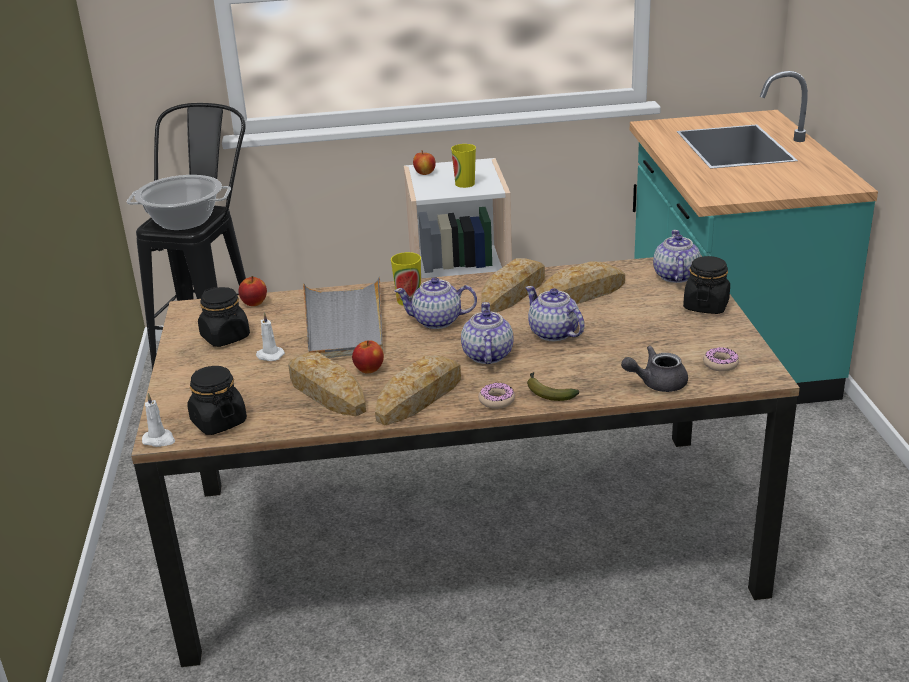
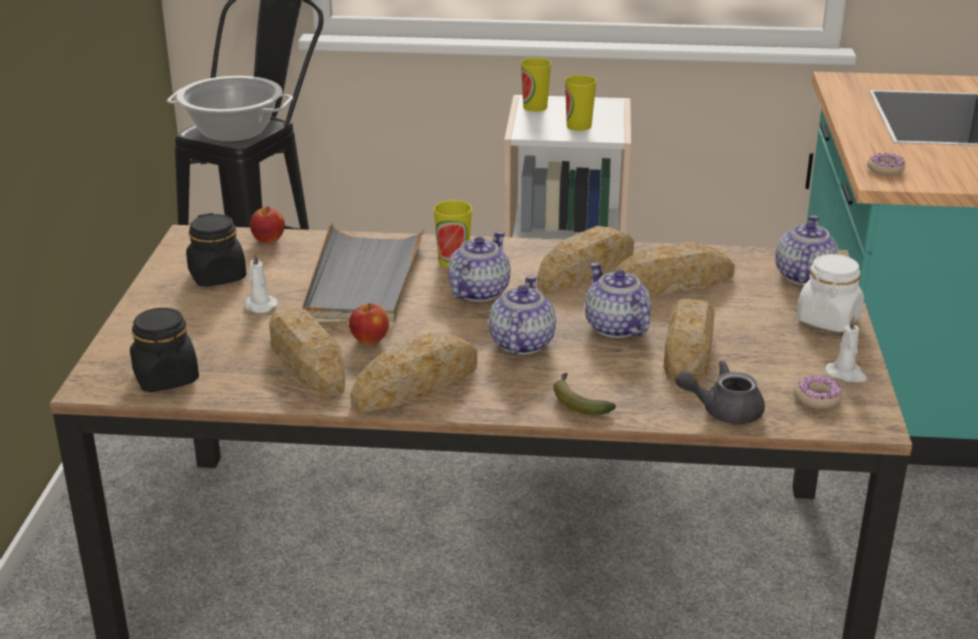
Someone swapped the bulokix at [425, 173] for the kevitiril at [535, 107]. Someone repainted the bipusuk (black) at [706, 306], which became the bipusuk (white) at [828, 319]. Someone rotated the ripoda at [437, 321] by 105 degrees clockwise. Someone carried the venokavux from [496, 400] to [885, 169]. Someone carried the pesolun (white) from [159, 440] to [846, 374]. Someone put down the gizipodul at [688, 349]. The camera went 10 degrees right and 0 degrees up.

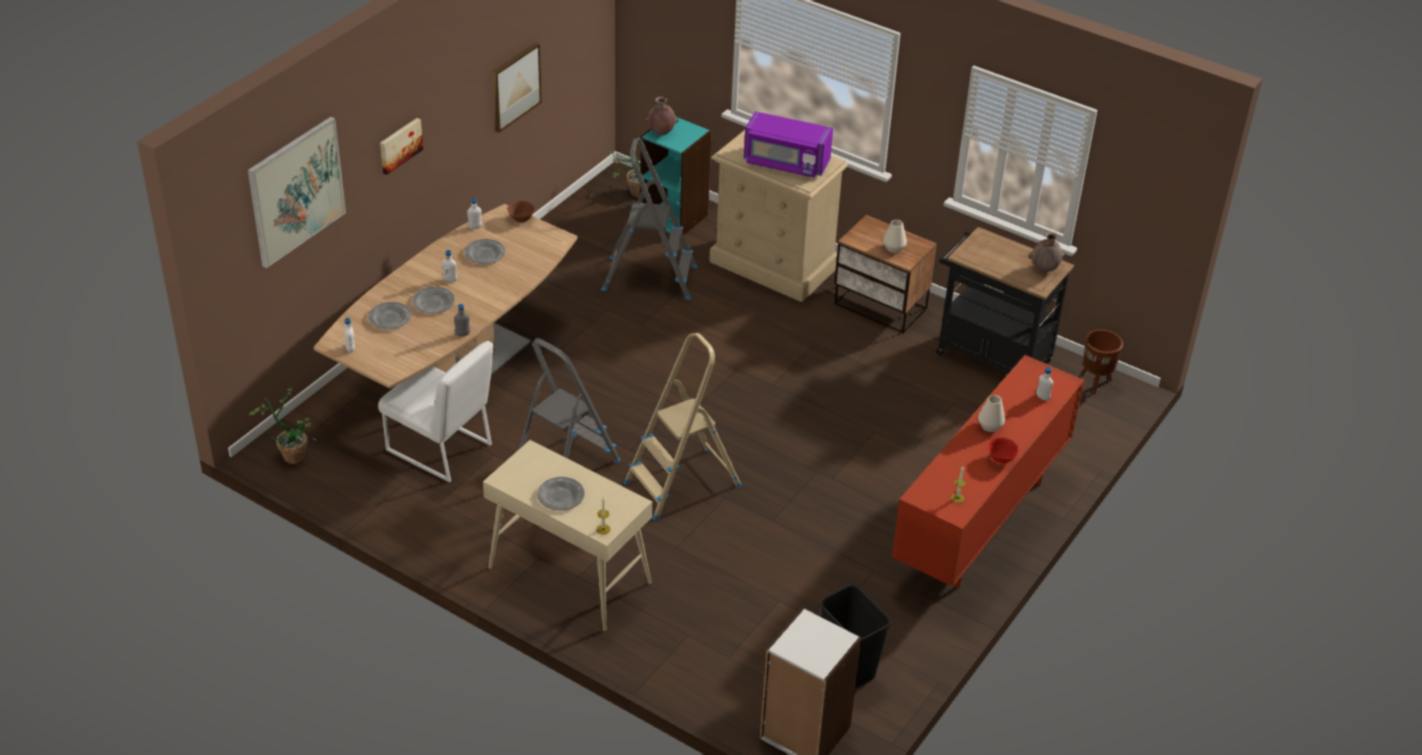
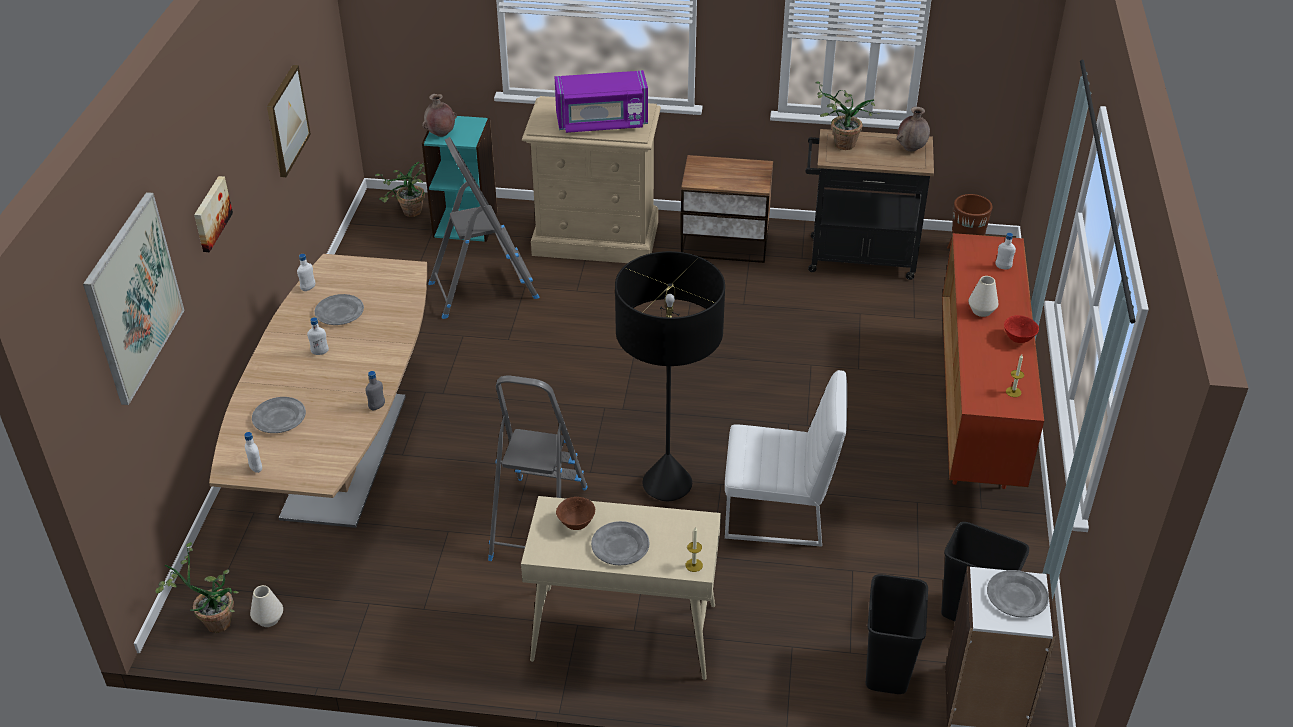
Someone carried the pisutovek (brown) from [521, 219] to [576, 524]. Someone carried the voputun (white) from [894, 248] to [268, 619]. Someone carried the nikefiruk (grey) from [433, 302] to [1016, 596]. Someone swapped the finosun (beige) at [681, 484] for the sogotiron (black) at [667, 487]. Someone carried the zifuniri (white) from [441, 449] to [778, 514]. Someone put down the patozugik at [838, 144]. Someone put down the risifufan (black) at [886, 669]. The camera went 25 degrees left and 0 degrees up.

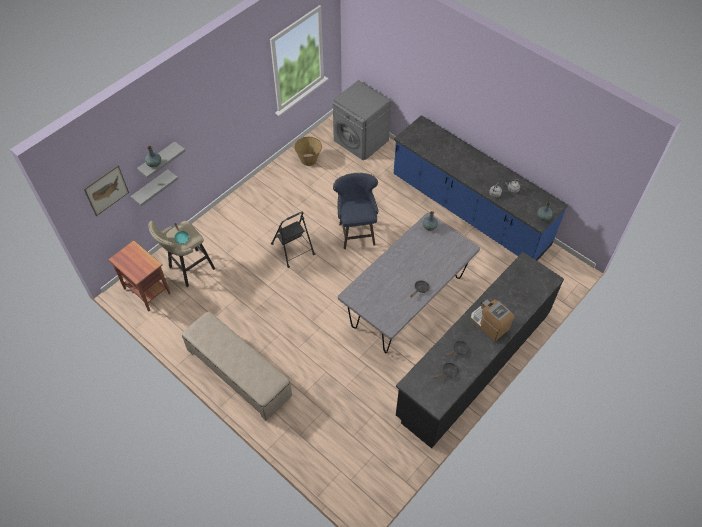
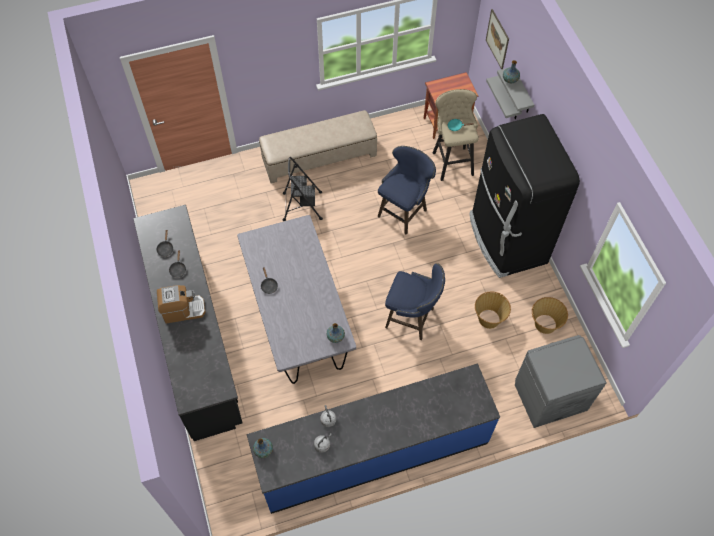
Someone carried the finosun (black) from [293, 249] to [301, 205]. Someone put down the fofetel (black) at [506, 239]. Someone put down the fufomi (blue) at [403, 212]. Someone put down the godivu at [489, 318]. The camera went 120 degrees right and 5 degrees up.

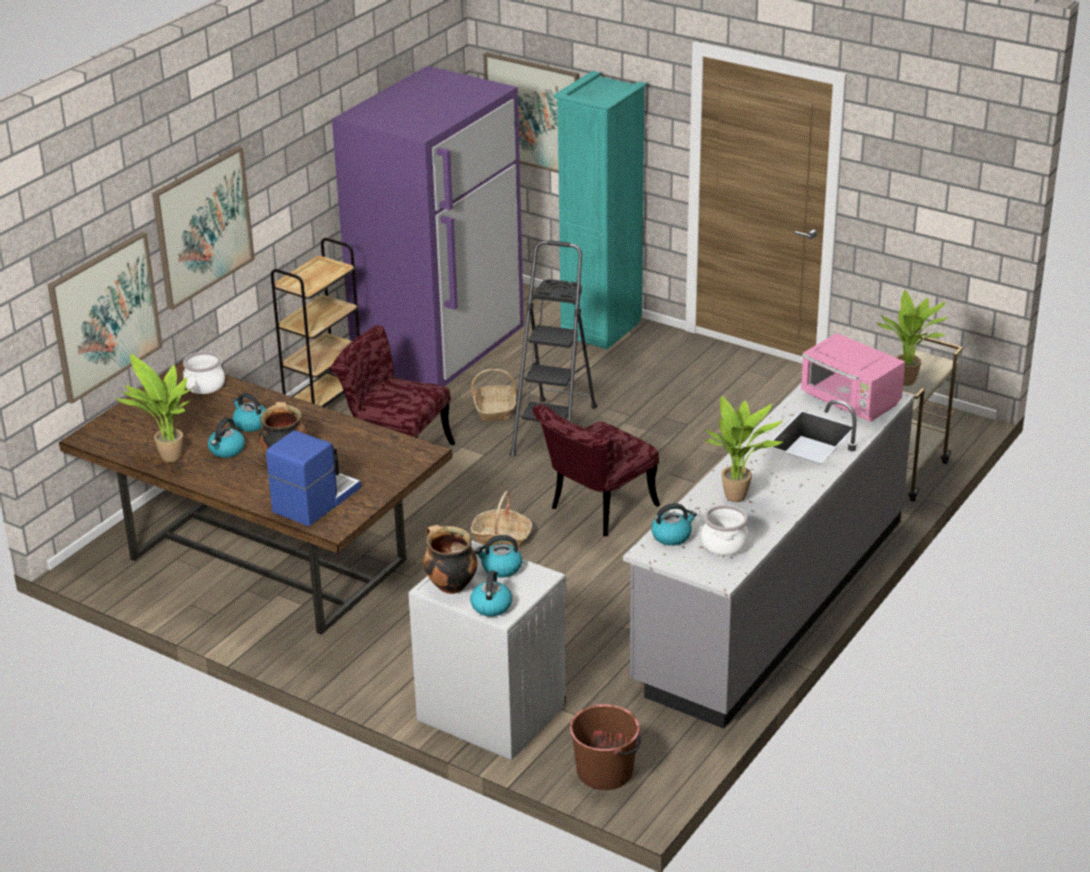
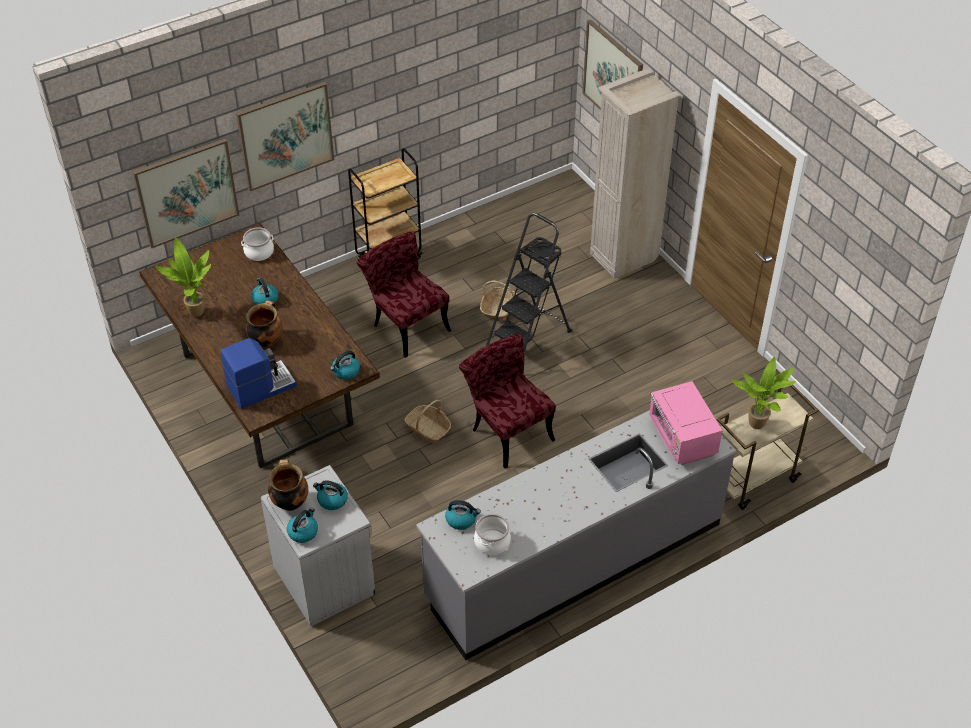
Someone took away the fofetel (purple) at [440, 344]. Someone repainted the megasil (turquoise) at [601, 329], which became the megasil (beige) at [623, 257]. Someone took away the patozugik at [739, 498]. Someone rotated the zifuniri (red) at [596, 511] by 75 degrees clockwise. Someone carried the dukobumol from [227, 450] to [345, 372]. Someone took away the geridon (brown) at [605, 771]. The camera went 25 degrees right and 15 degrees up.

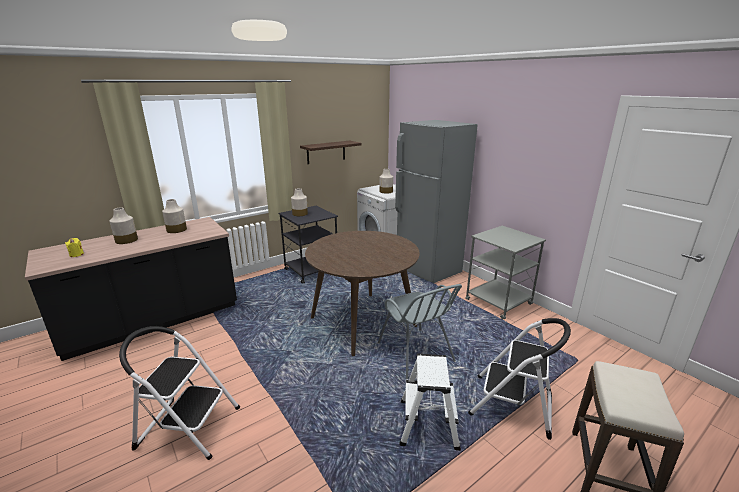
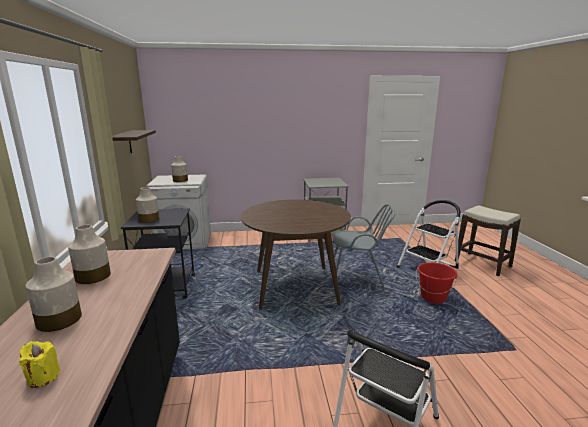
Someone took away the fofetel (grey) at [428, 268]. Someone swapped the finosun (white) at [428, 424] for the geridon (red) at [433, 298]. The camera went 60 degrees left and 5 degrees down.

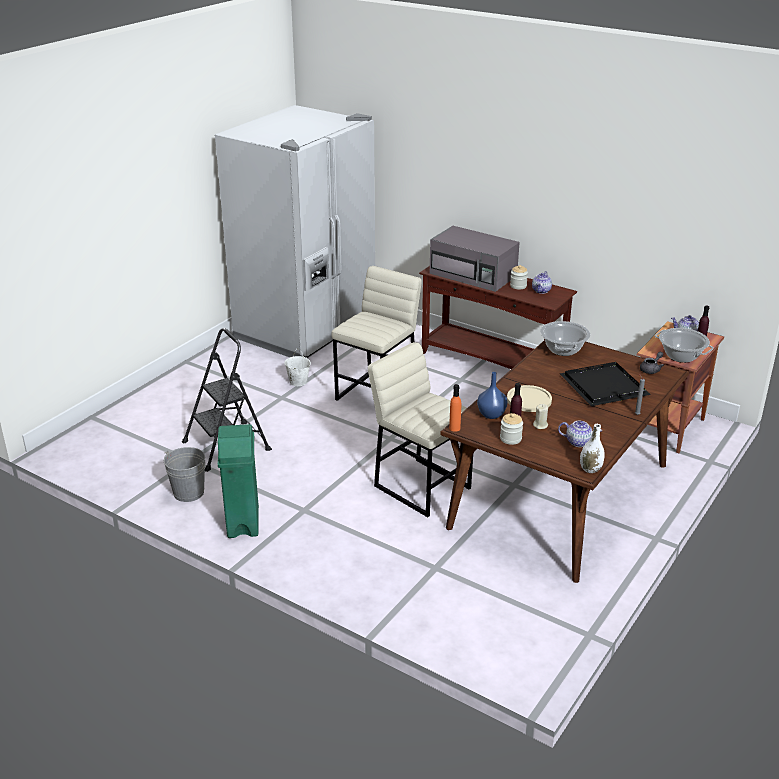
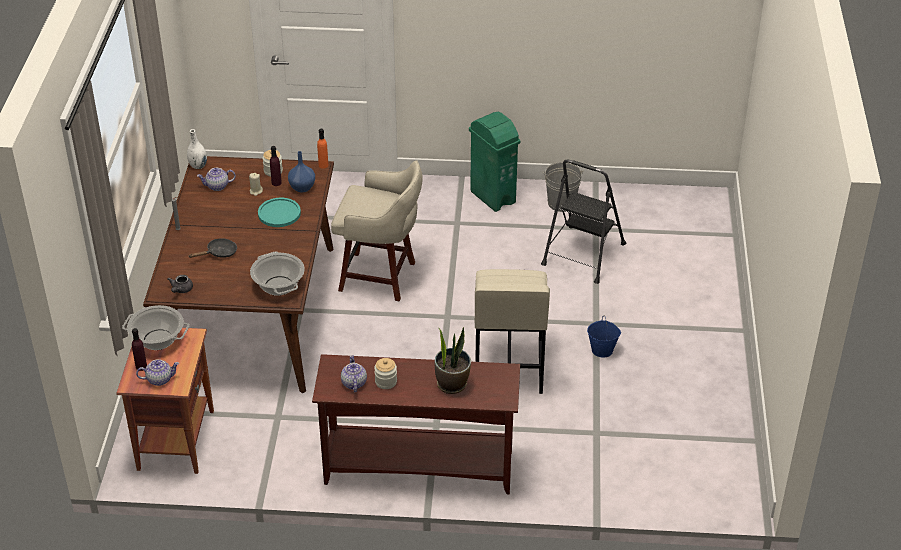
Someone took away the fofetel (white) at [306, 327]. Someone swapped the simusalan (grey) at [474, 274] for the patozugik at [452, 384]. Someone swapped the zifuniri (beige) at [420, 486] for the fufomi (beige) at [381, 278]. Someone repainted the geridon (white) at [298, 381], which became the geridon (blue) at [602, 350]. Someone swapped the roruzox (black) at [604, 385] for the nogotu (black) at [219, 253]. Someone repainted the nikefiruk (beige) at [529, 400], which became the nikefiruk (turquoise) at [279, 213]. The camera went 150 degrees right and 10 degrees up.

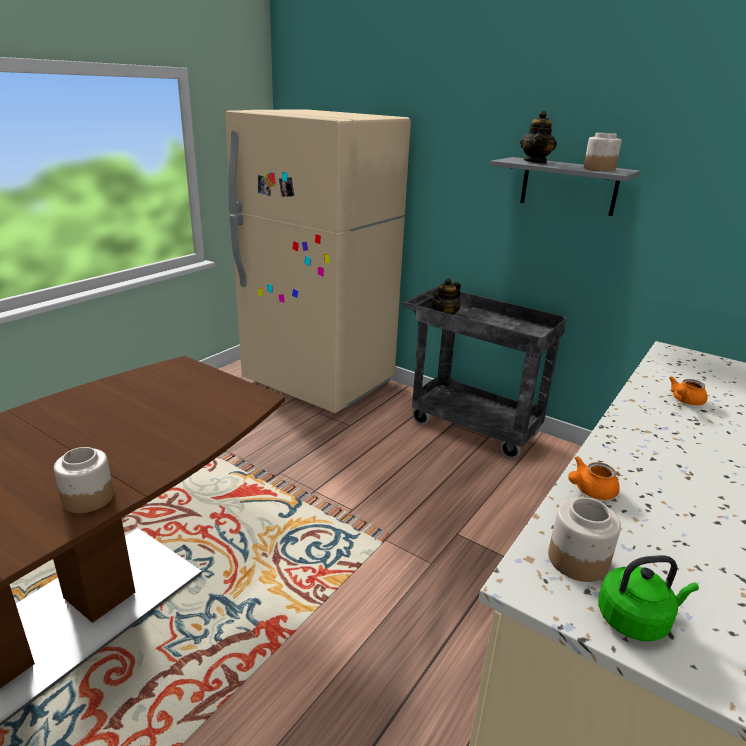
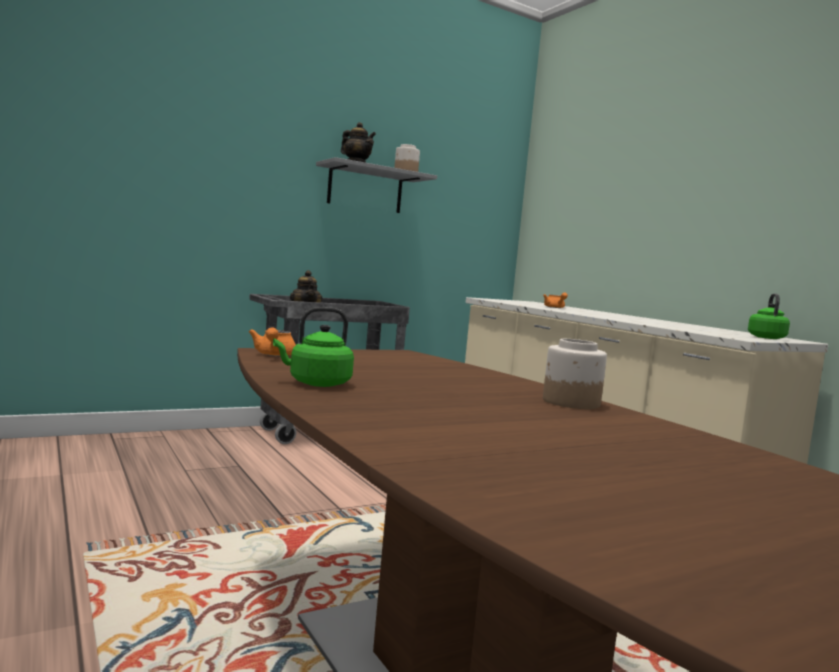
Someone took away the fofetel (beige) at [319, 382]. Someone carried the ripoda (orange) from [590, 491] to [274, 355]. Someone took away the bipusuk at [577, 560]. Someone put down the dukobumol (green) at [316, 383]. The camera went 65 degrees left and 20 degrees down.

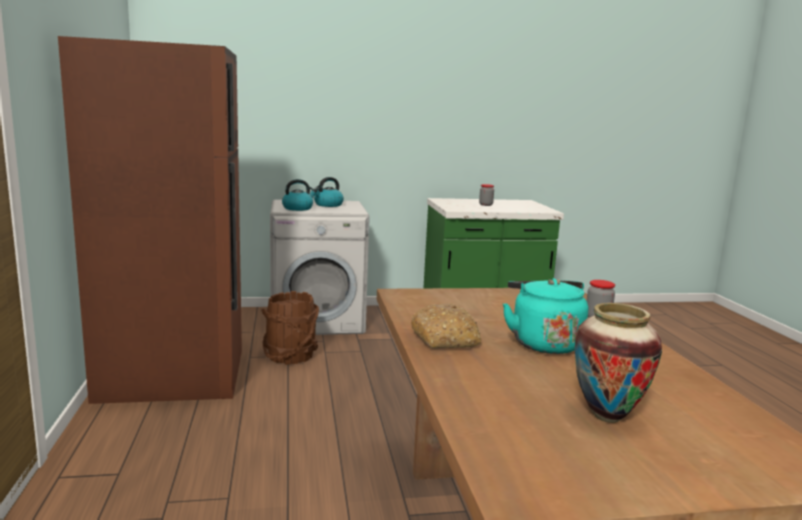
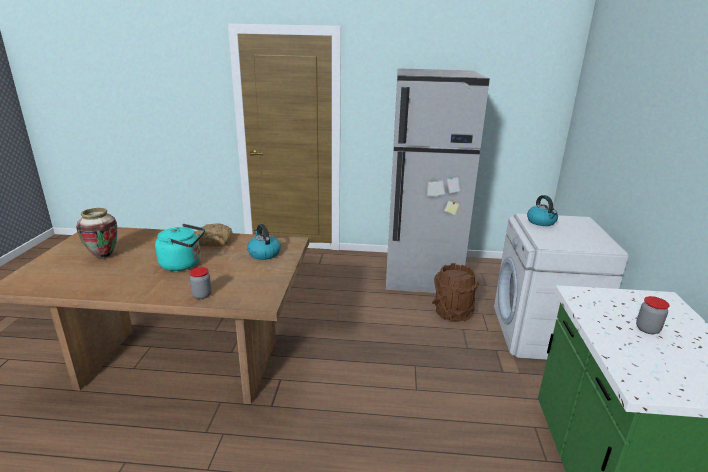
Someone repainted the fofetel (brown) at [173, 374], which became the fofetel (grey) at [422, 272]. Someone carried the dukobumol from [328, 205] to [264, 253]. The camera went 105 degrees right and 10 degrees up.

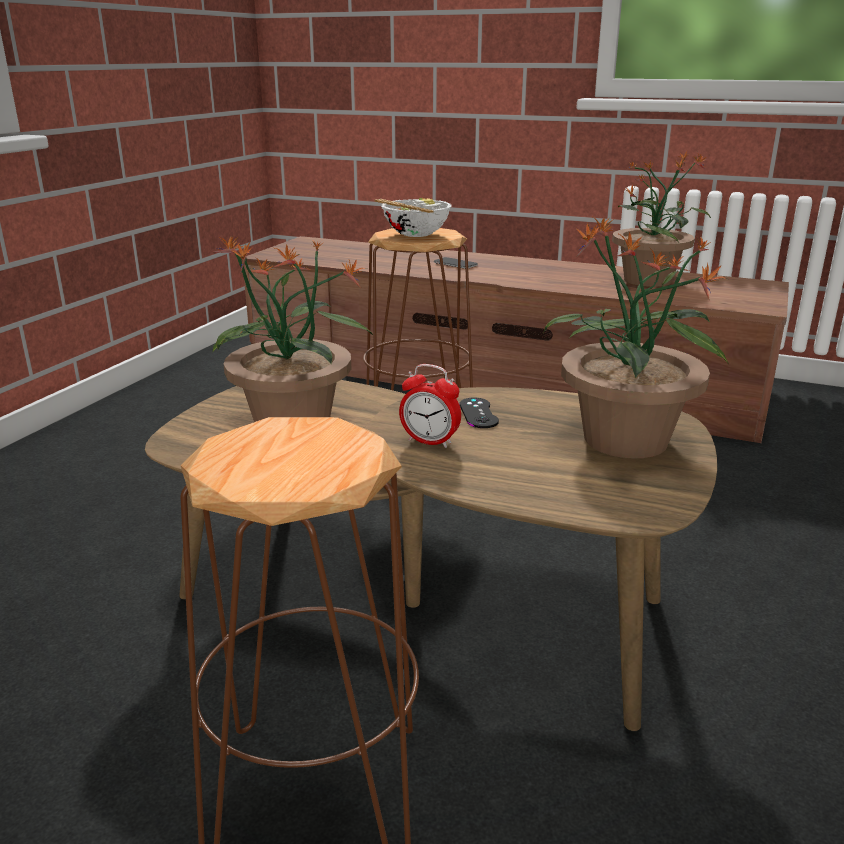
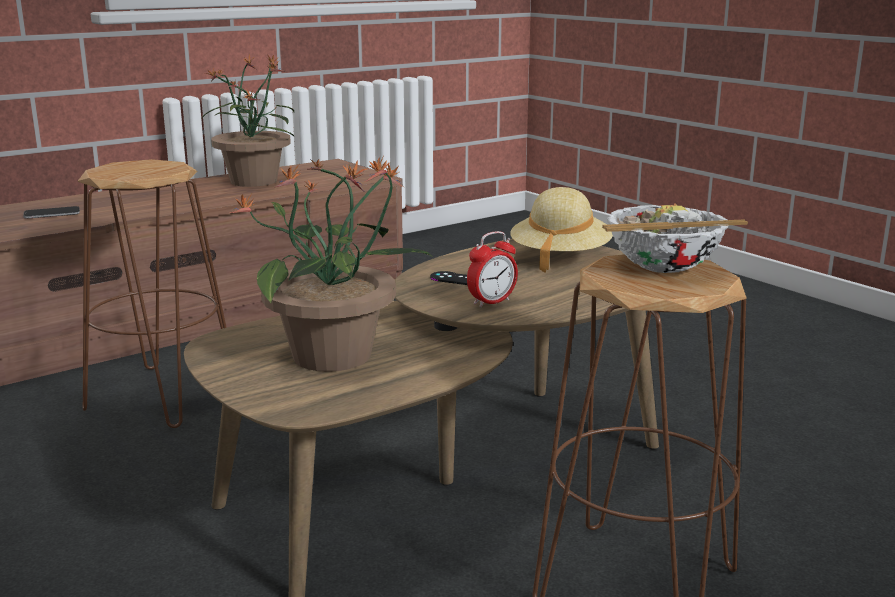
Someone carried the pisutovek from [415, 234] to [664, 266]. Someone swapped the patozugik at [624, 441] for the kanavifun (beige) at [560, 257]. The camera went 60 degrees left and 5 degrees down.

